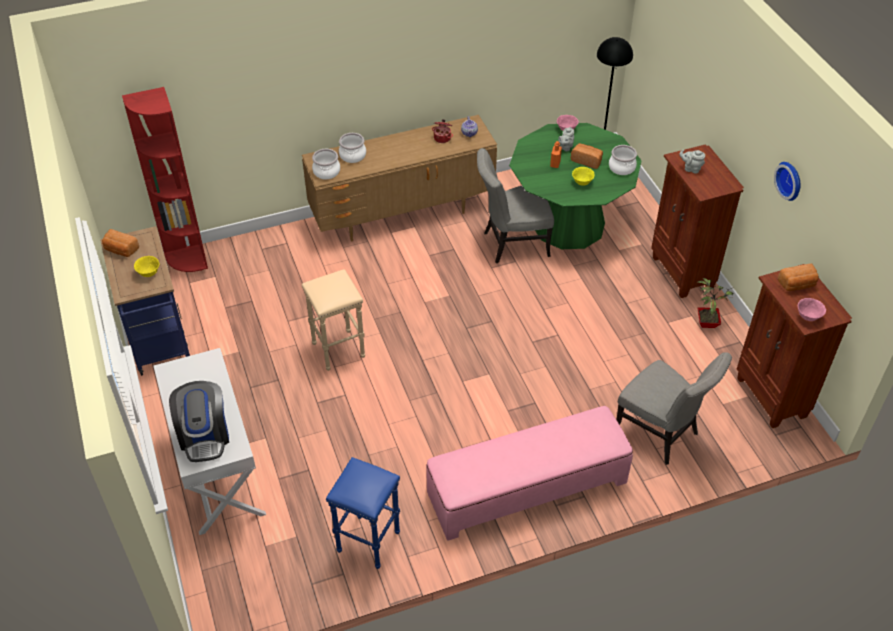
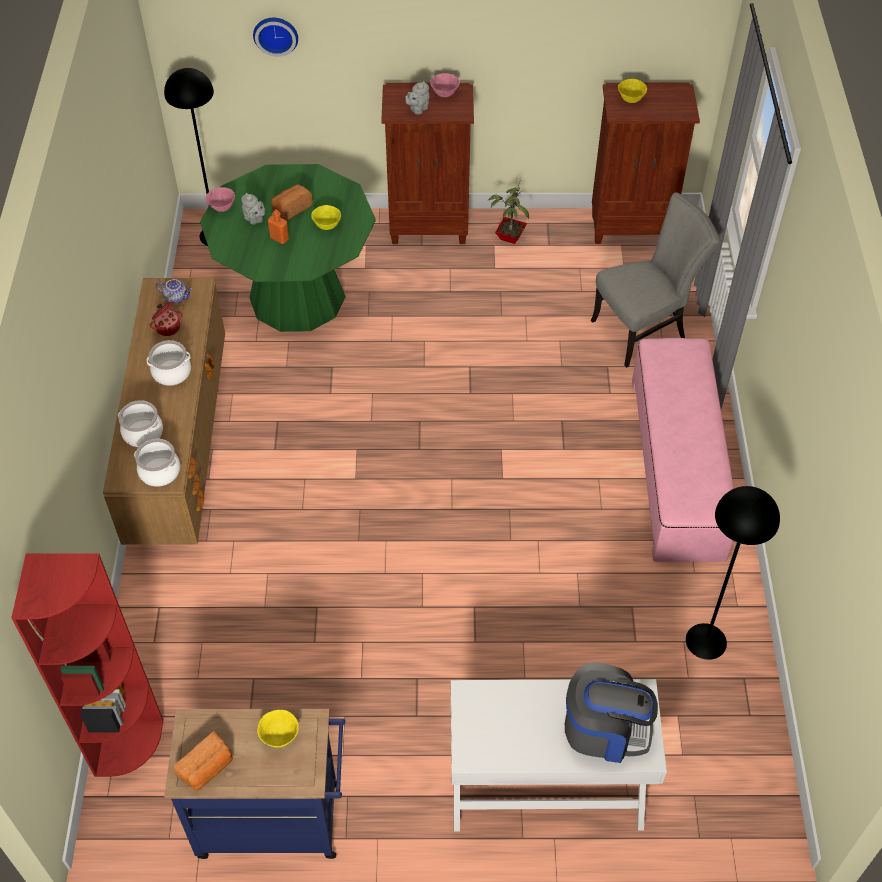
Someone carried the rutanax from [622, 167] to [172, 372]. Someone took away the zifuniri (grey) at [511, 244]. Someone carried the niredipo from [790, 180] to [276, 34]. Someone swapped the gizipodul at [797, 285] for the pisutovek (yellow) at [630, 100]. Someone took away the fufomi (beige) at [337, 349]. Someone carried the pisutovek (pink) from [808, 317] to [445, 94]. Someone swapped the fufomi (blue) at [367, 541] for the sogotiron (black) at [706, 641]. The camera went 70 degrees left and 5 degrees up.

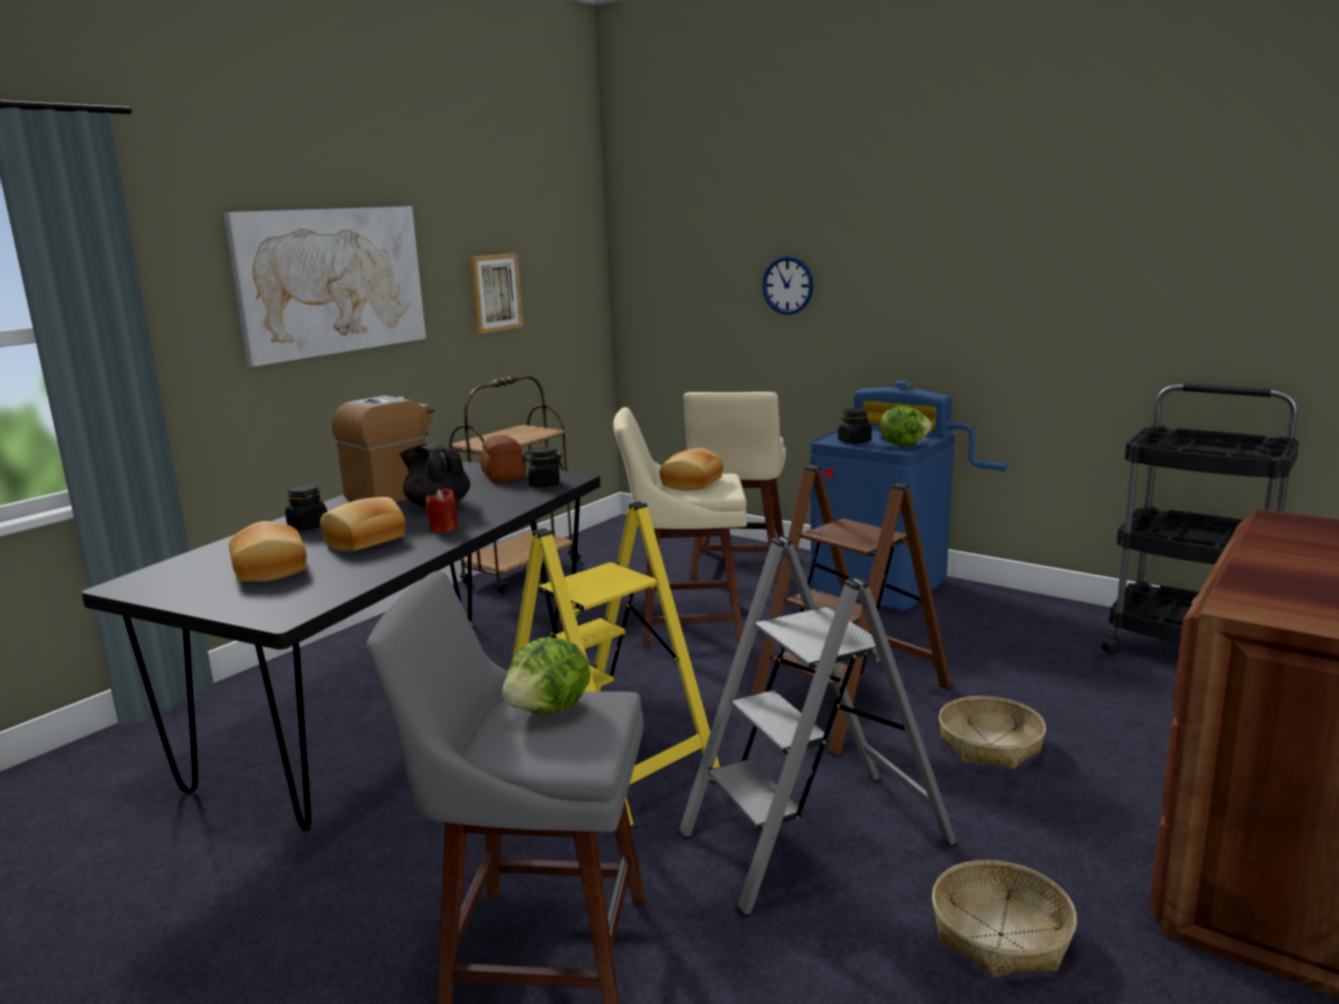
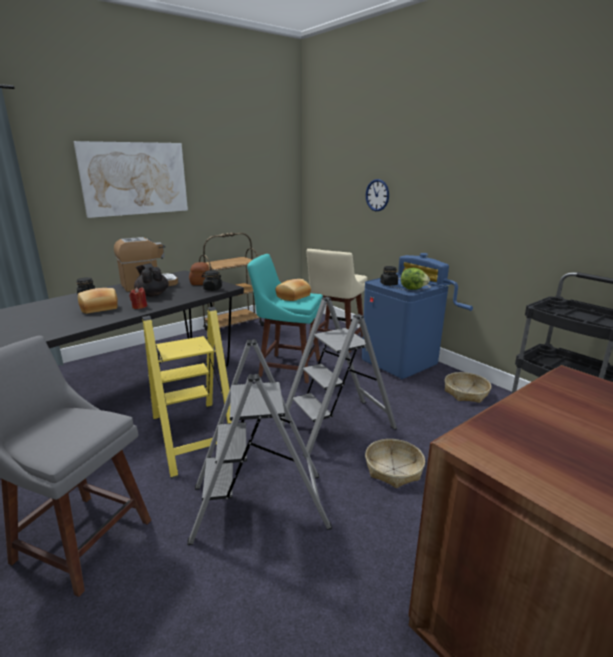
Someone took away the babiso at [495, 293]. Someone repainted the fufomi (beige) at [684, 624], which became the fufomi (turquoise) at [287, 367]. Someone repainted the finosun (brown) at [852, 700], which became the finosun (grey) at [338, 426]. Someone took away the gizipodul at [272, 568]. Someone took away the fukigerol at [550, 710]. Someone carried the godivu from [1001, 935] to [466, 393]. The camera went 15 degrees right and 5 degrees up.

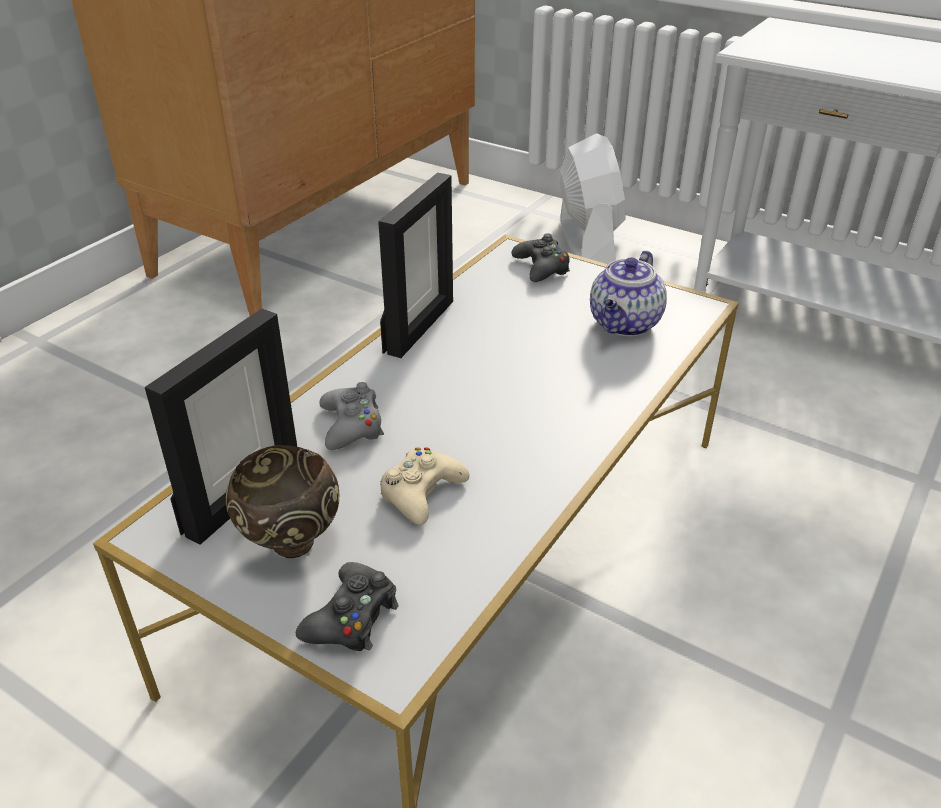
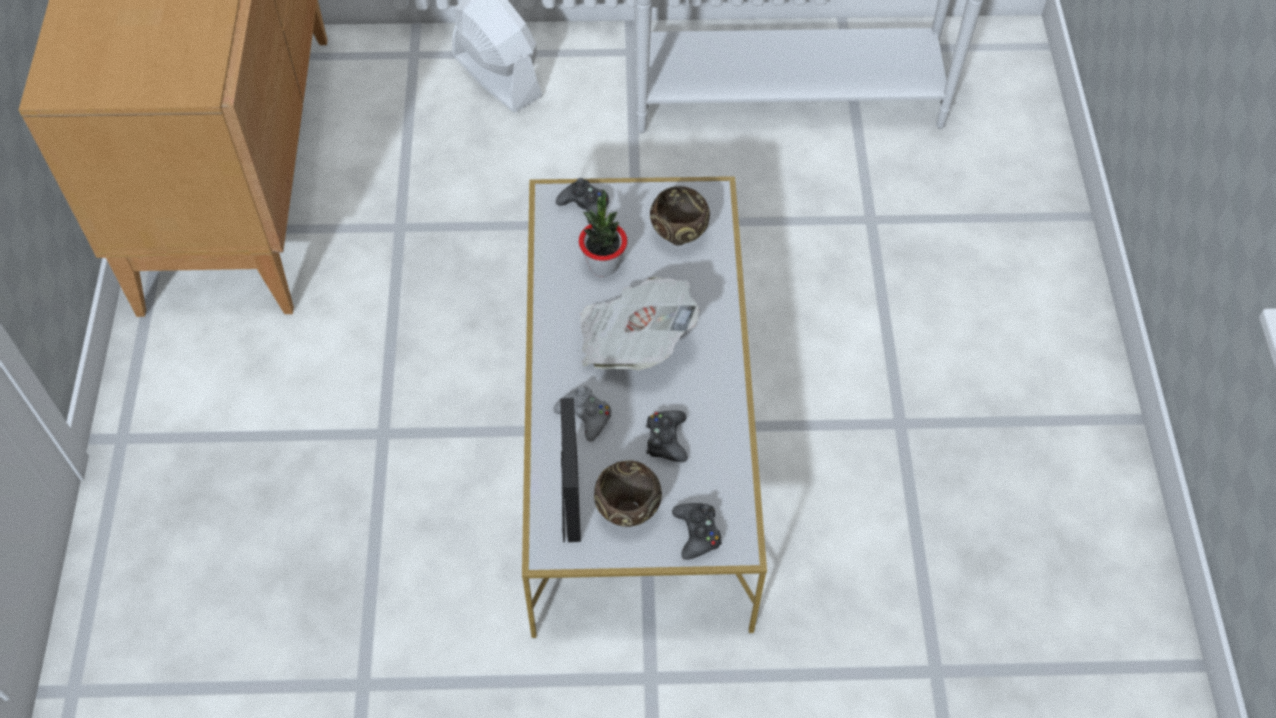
Someone took away the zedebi at [419, 326]. Someone swapped the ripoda at [625, 324] for the pisutovek (brown) at [679, 237]. Someone repainted the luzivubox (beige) at [421, 493], which became the luzivubox (black) at [666, 440]. Someone put down the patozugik at [603, 264]. Someone put down the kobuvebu at [633, 341]. The camera went 35 degrees left and 20 degrees up.

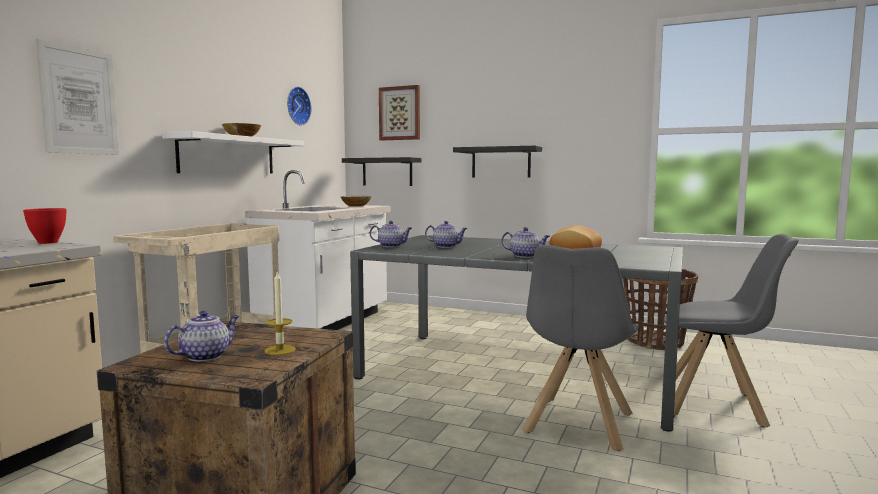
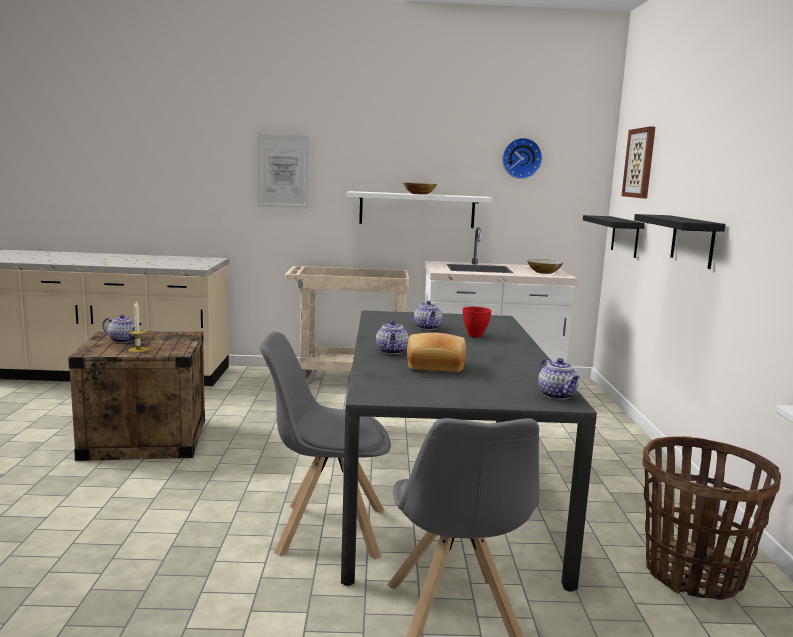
Someone carried the pisutovek (red) from [47, 242] to [474, 335]. Someone carried the ripoda from [391, 246] to [558, 395]. The camera went 65 degrees right and 5 degrees up.

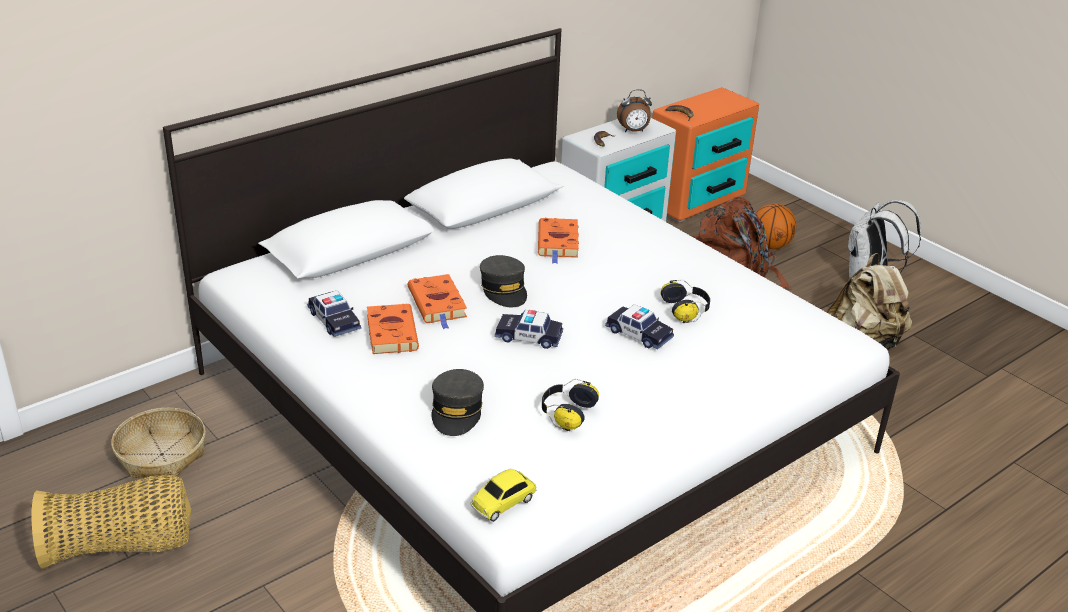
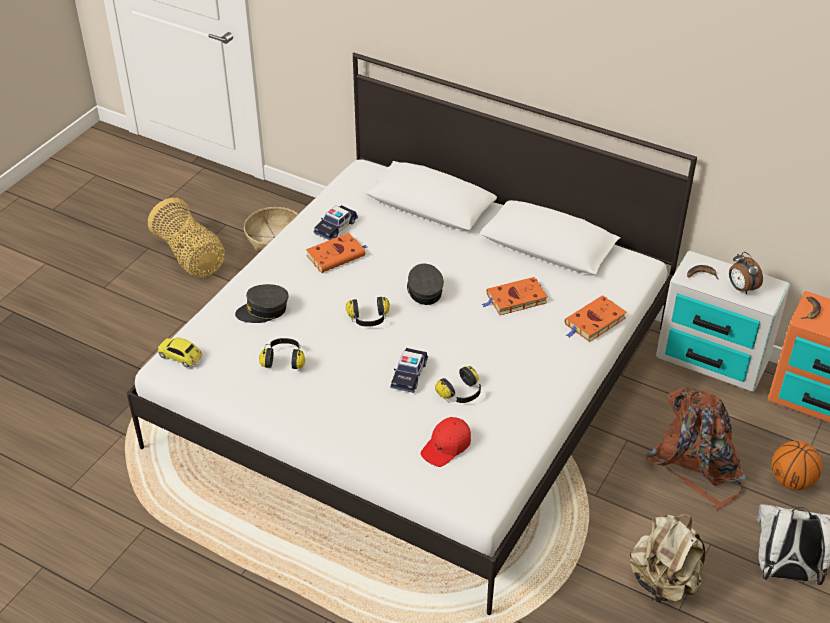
Someone rotated the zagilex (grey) at [504, 290] by 120 degrees clockwise. Someone carried the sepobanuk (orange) from [438, 304] to [594, 322]. Someone swapped the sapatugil at [528, 337] for the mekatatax at [369, 319]. Someone put down the zagilex (red) at [446, 446]. The camera went 70 degrees right and 10 degrees up.

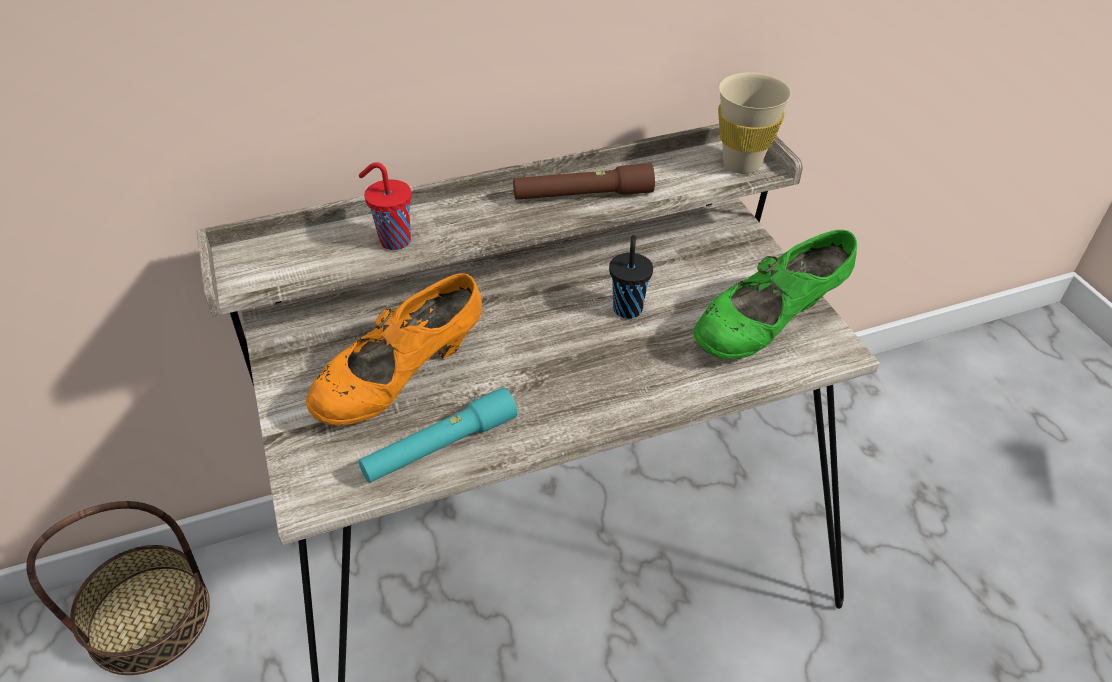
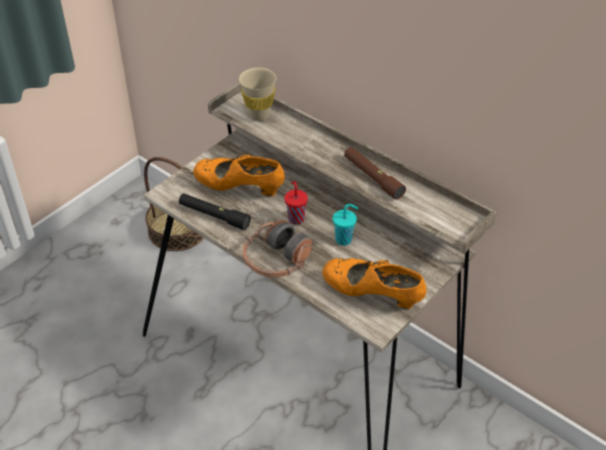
Someone carried the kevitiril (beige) from [741, 164] to [259, 115]. Someone carried the kevitiril (red) from [393, 240] to [295, 218]. Someone repainted the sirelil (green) at [767, 327], which became the sirelil (orange) at [372, 295]. Someone repainted the kevitiril (black) at [628, 307], which became the kevitiril (turquoise) at [344, 239]. Someone repainted the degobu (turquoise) at [440, 446], which became the degobu (black) at [214, 216]. Someone put down the mekatatax at [276, 260]. The camera went 60 degrees right and 0 degrees up.

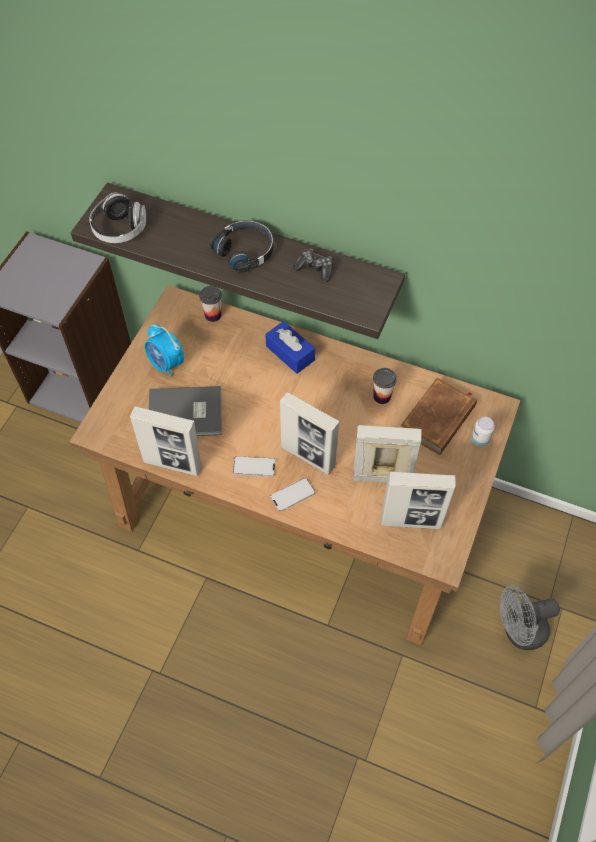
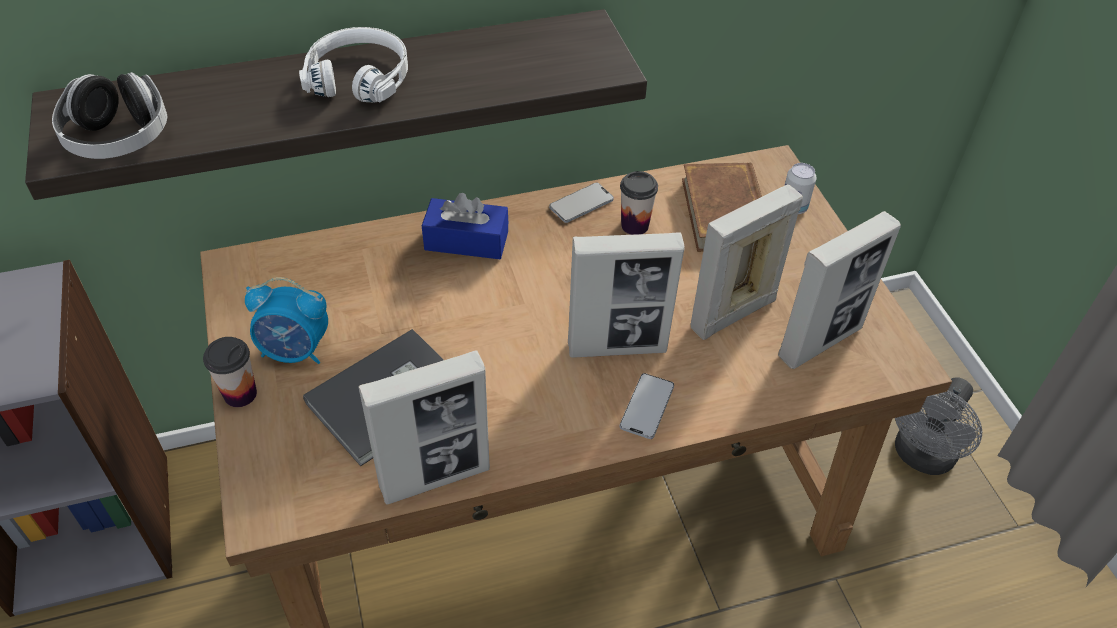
Someone repainted the mekatatax (black) at [245, 251], which became the mekatatax (white) at [360, 77]. Someone took away the luzivubox at [315, 269]. Someone carried the kevitiril from [213, 315] to [240, 394]. Someone carried the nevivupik from [254, 467] to [581, 204]. The camera went 40 degrees left and 10 degrees down.

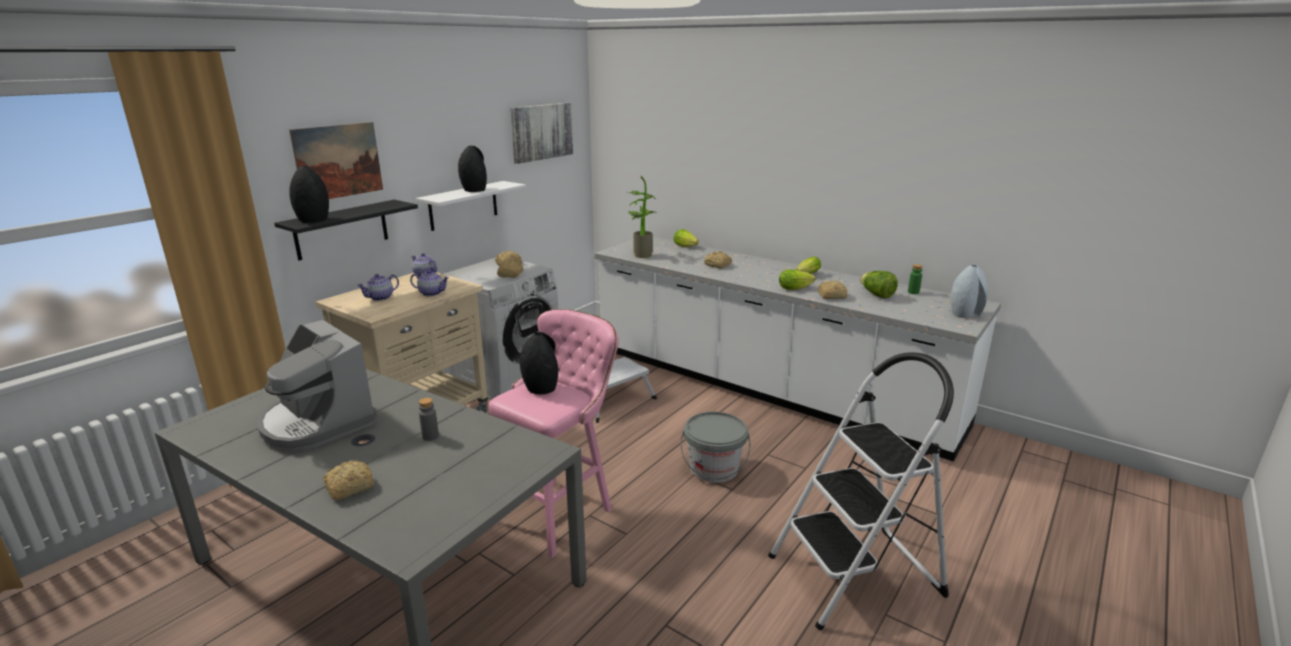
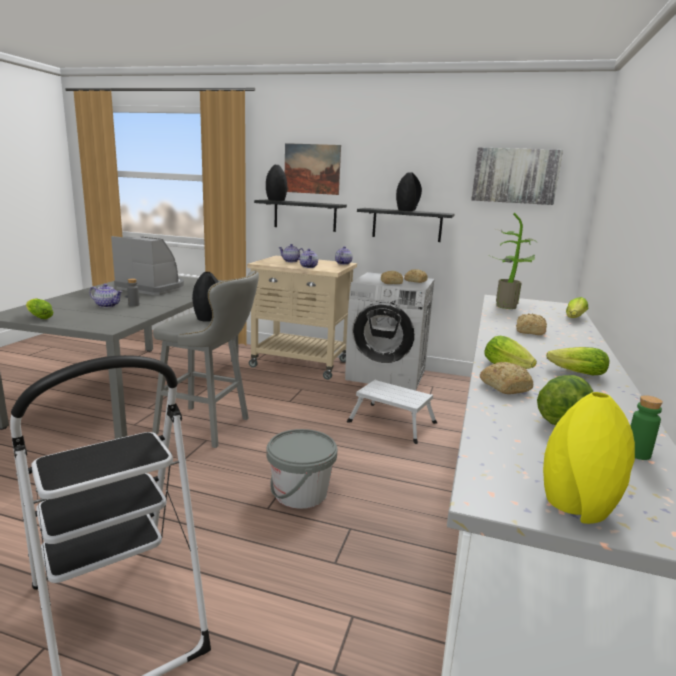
Someone repainted the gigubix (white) at [463, 205], which became the gigubix (black) at [407, 225]. Someone repainted the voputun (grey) at [965, 314], which became the voputun (yellow) at [578, 507]. Someone repainted the fufomi (pink) at [562, 509], which became the fufomi (grey) at [212, 428]. Someone rotated the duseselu at [317, 423] by 90 degrees clockwise. Someone took away the gizipodul at [348, 488]. Someone put down the ripoda at [107, 305]. Someone put down the fukigerol at [38, 317]. The camera went 70 degrees right and 5 degrees down.

